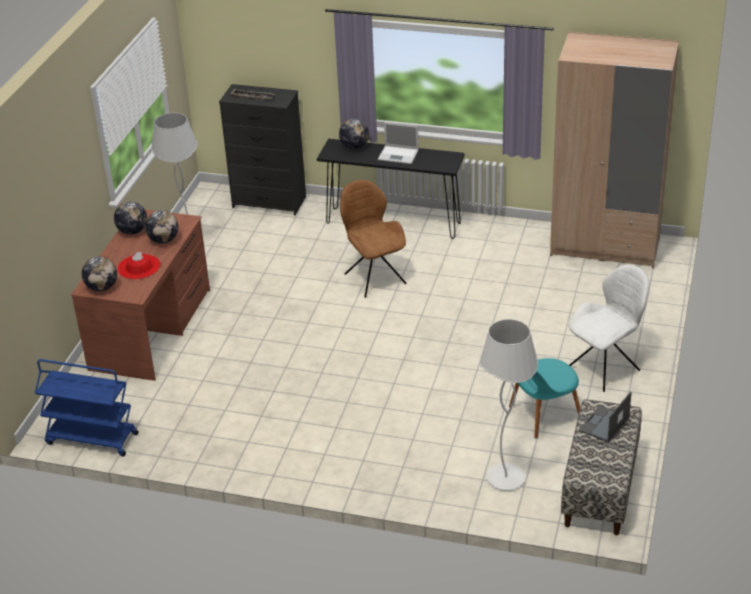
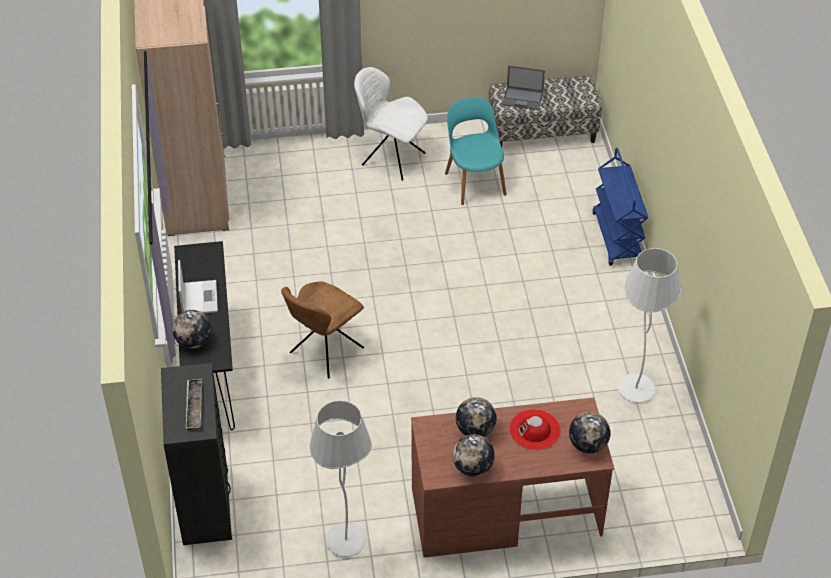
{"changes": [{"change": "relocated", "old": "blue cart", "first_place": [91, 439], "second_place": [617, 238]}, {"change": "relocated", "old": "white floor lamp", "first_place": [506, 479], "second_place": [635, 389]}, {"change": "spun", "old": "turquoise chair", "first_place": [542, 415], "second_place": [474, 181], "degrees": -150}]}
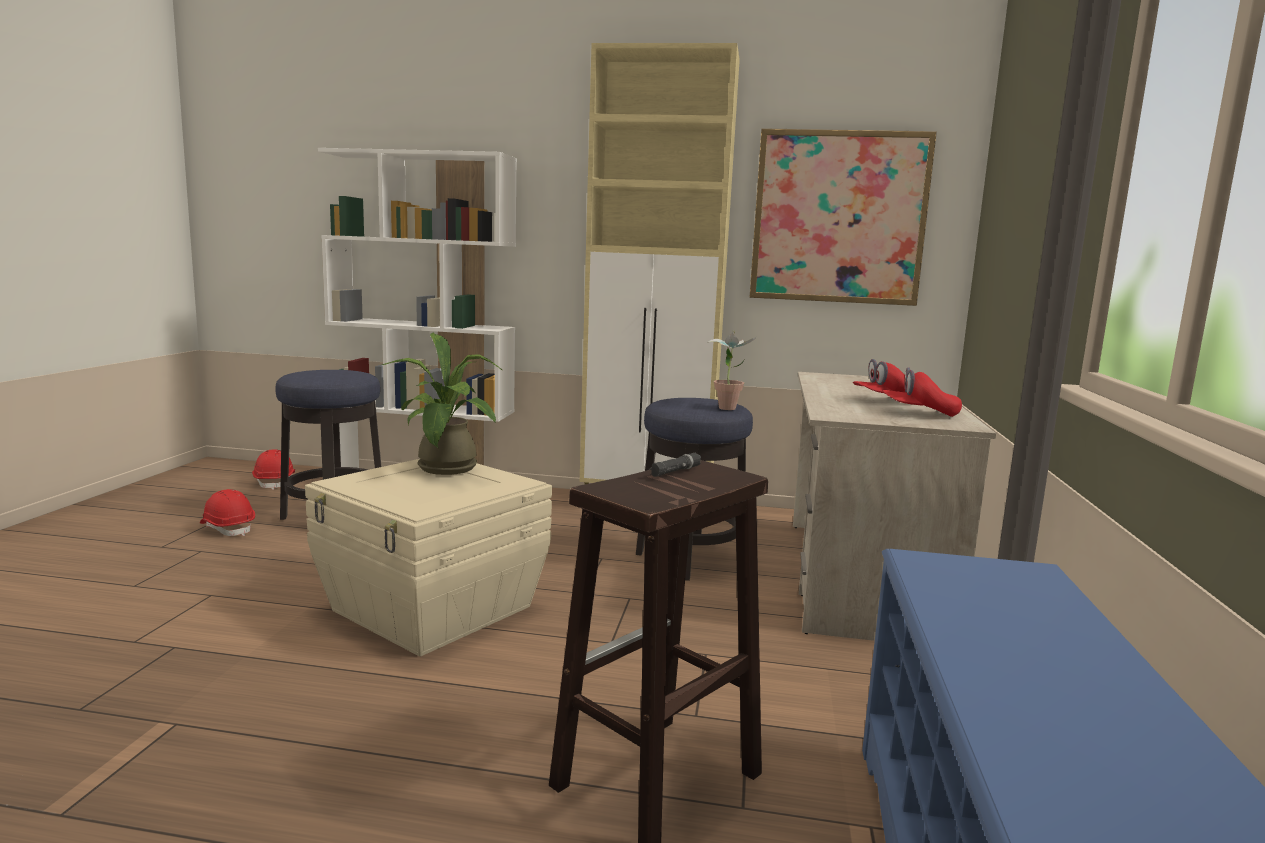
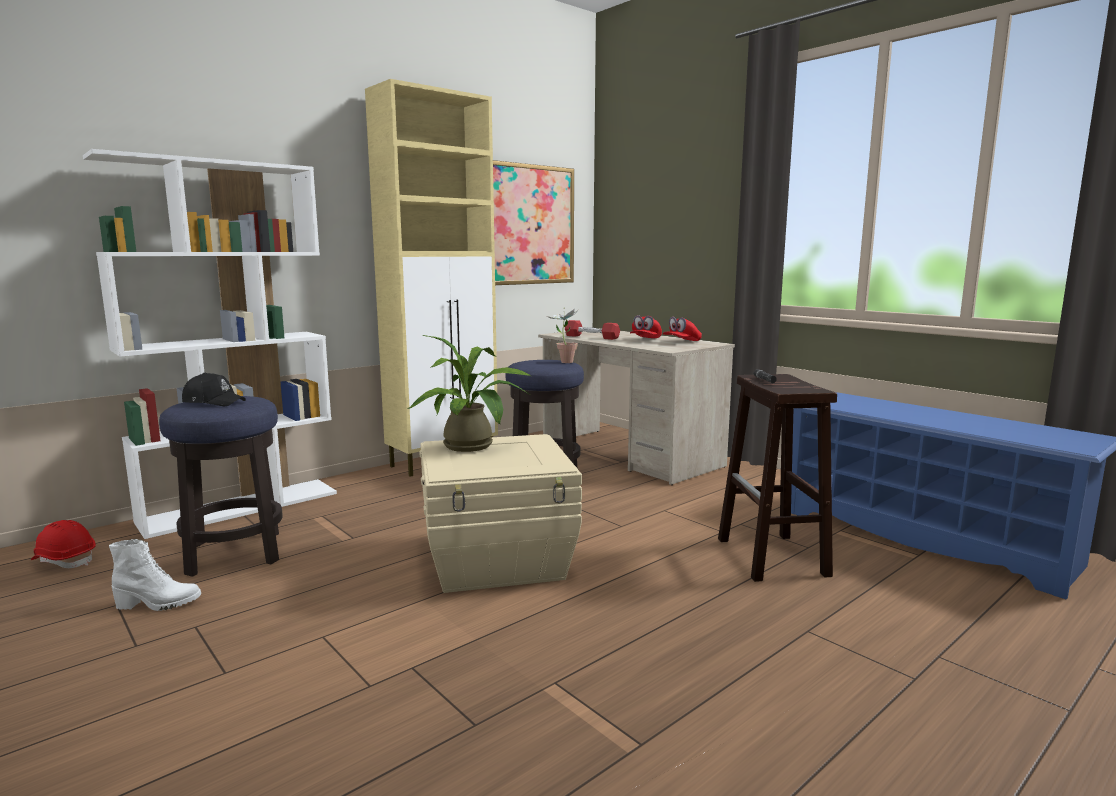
{"changes": [{"change": "appeared", "new": "black cap", "second_place": [214, 402]}, {"change": "appeared", "new": "red dumbbell", "second_place": [591, 337]}, {"change": "exchanged", "old": "red hard hat", "new": "white boot", "first_place": [228, 528], "second_place": [158, 604]}]}
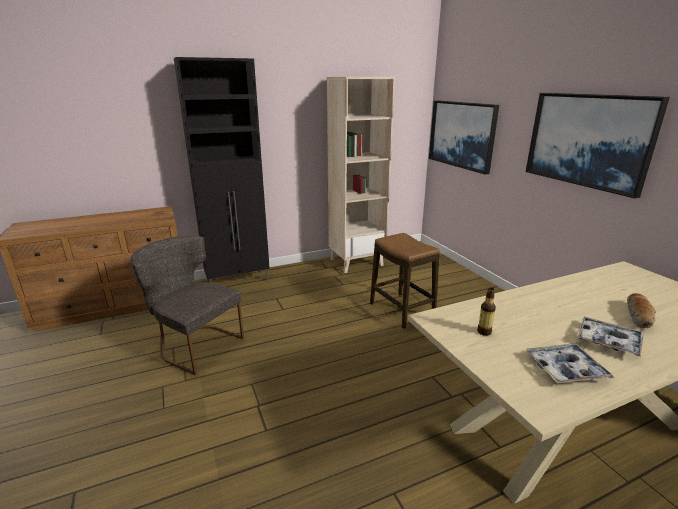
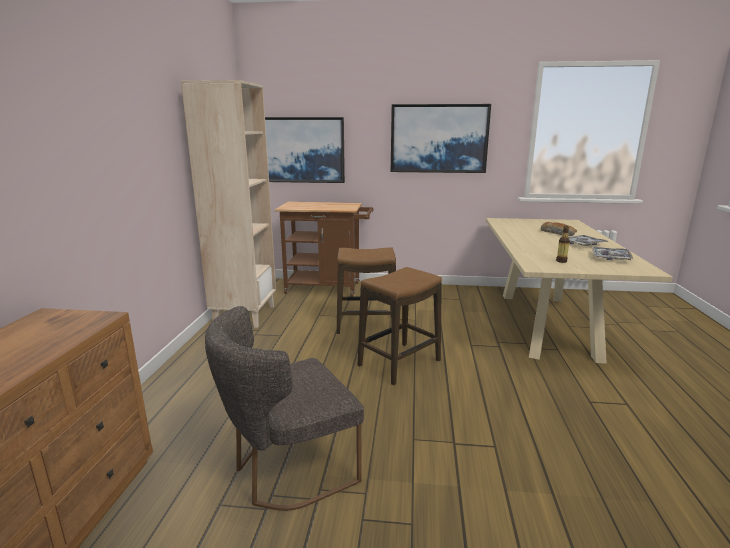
{"changes": [{"change": "missing", "old": "black cabinet", "first_place": [238, 280]}, {"change": "appeared", "new": "brown cart", "second_place": [328, 288]}, {"change": "appeared", "new": "stool", "second_place": [399, 363]}]}
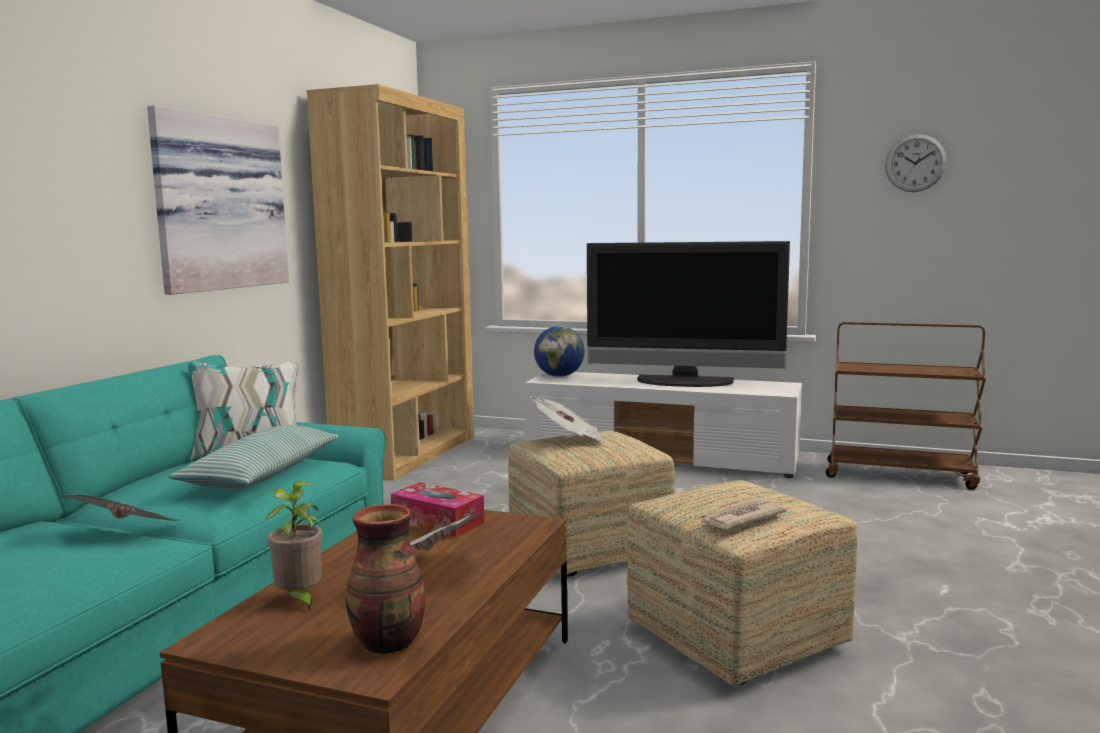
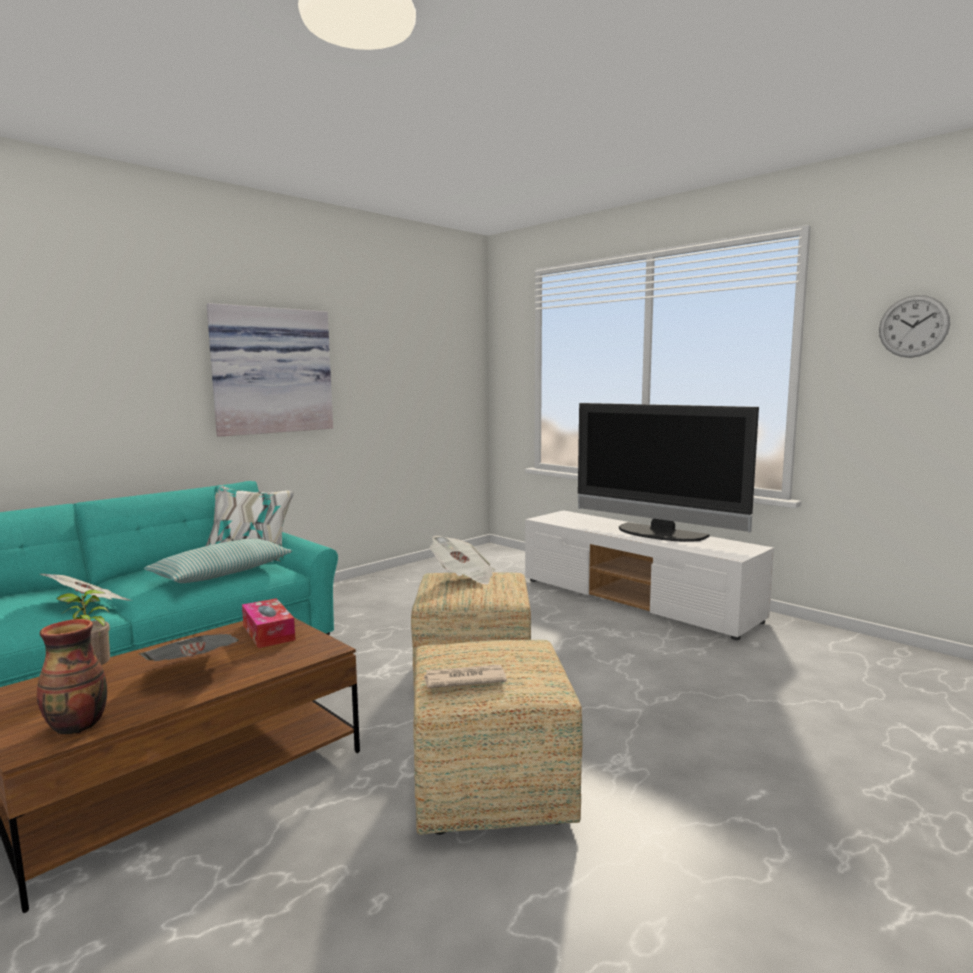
{"changes": [{"change": "missing", "old": "brown bookcase", "first_place": [408, 454]}, {"change": "missing", "old": "globe", "first_place": [559, 376]}, {"change": "missing", "old": "brown cart", "first_place": [900, 475]}]}
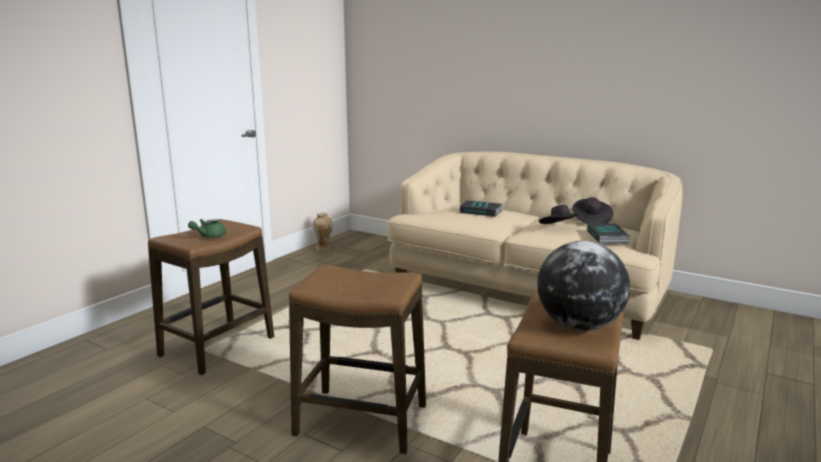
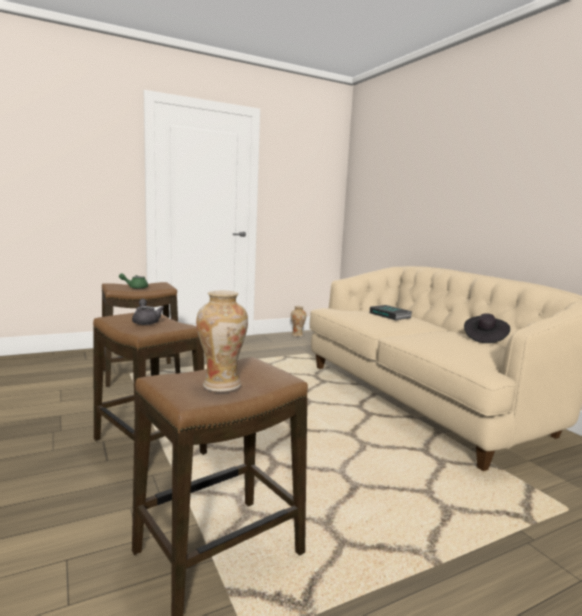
{"changes": [{"change": "missing", "old": "black hat", "first_place": [559, 228]}, {"change": "missing", "old": "book", "first_place": [608, 237]}, {"change": "appeared", "new": "grey teapot", "second_place": [146, 321]}, {"change": "exchanged", "old": "globe", "new": "vase", "first_place": [579, 326], "second_place": [221, 385]}]}
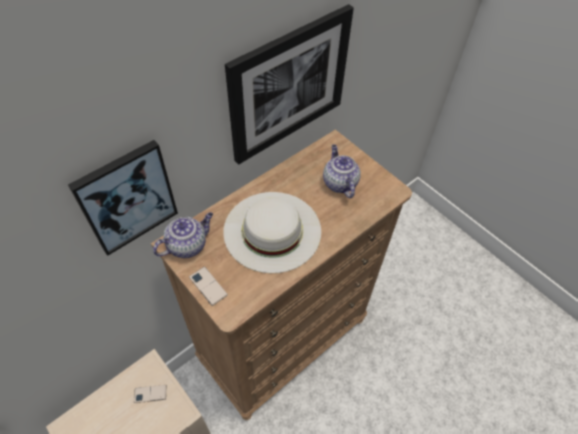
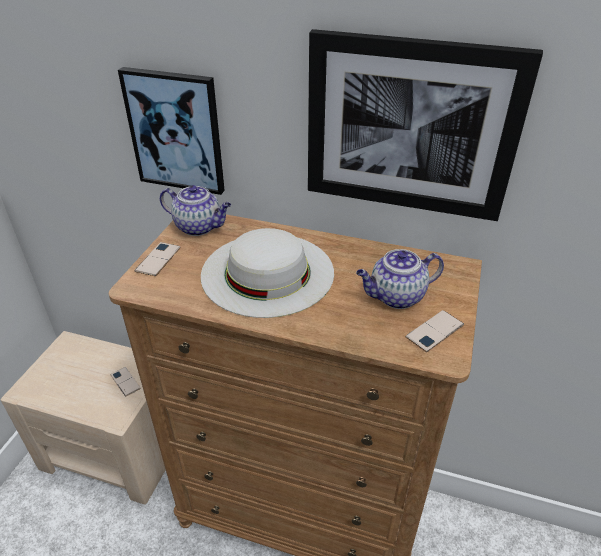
{"changes": [{"change": "appeared", "new": "phone", "second_place": [434, 331]}, {"change": "spun", "old": "teapot", "first_place": [339, 183], "second_place": [396, 297], "degrees": -150}]}
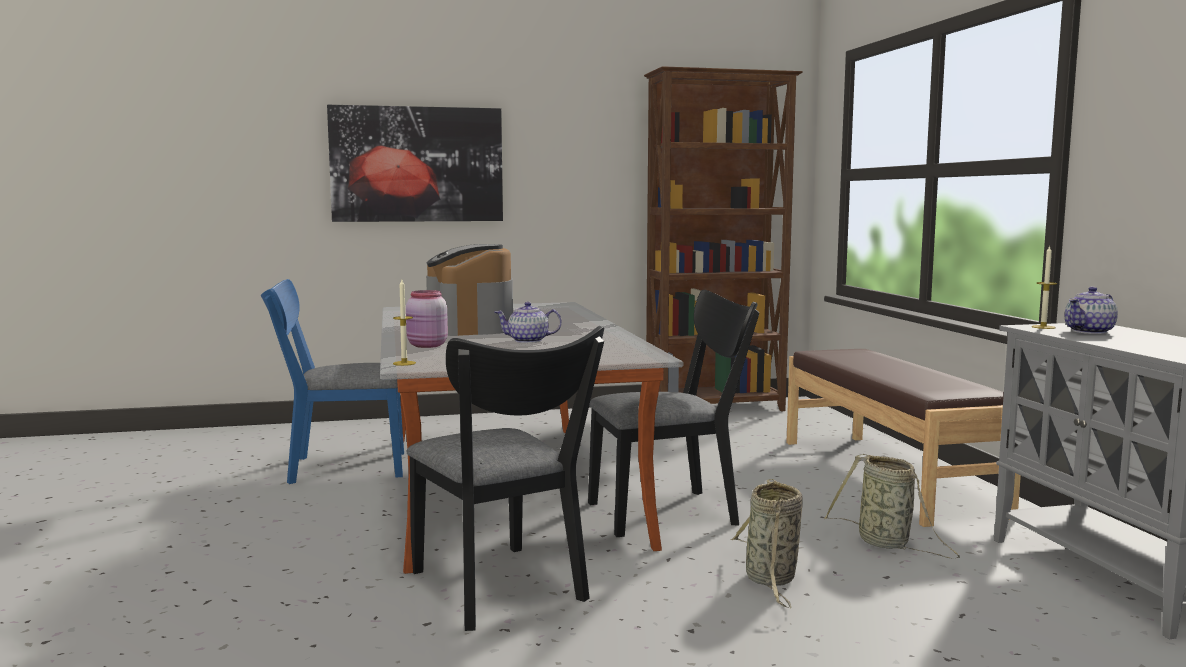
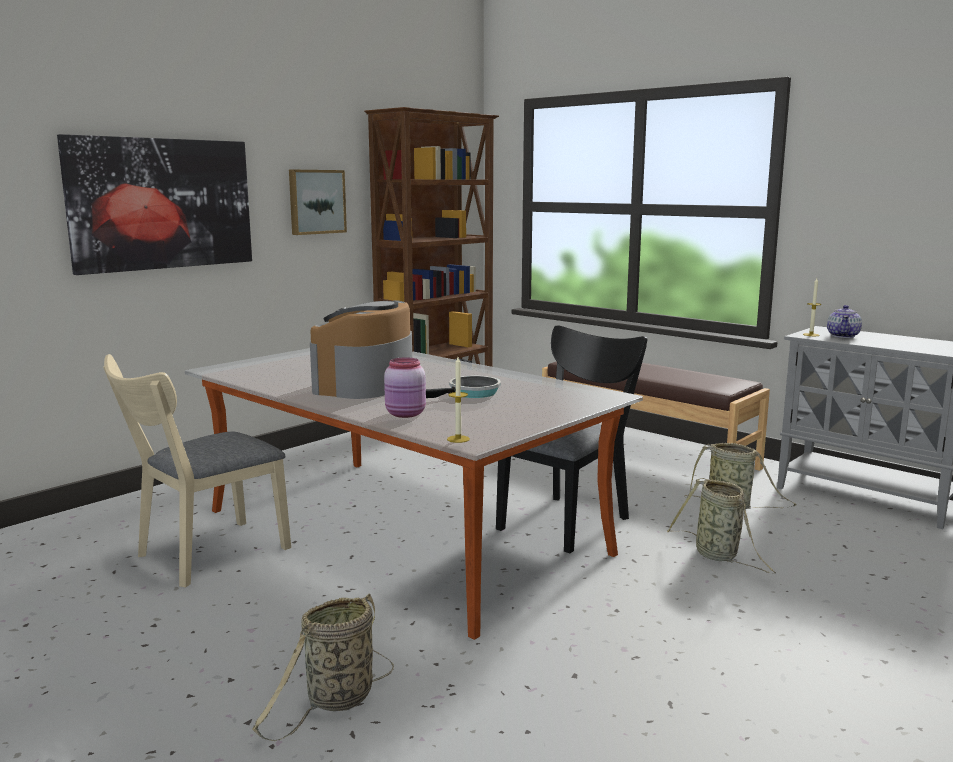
{"changes": [{"change": "missing", "old": "black chair", "first_place": [502, 591]}, {"change": "appeared", "new": "basket", "second_place": [336, 701]}, {"change": "appeared", "new": "picture", "second_place": [316, 201]}, {"change": "exchanged", "old": "teapot", "new": "frying pan", "first_place": [528, 341], "second_place": [470, 393]}, {"change": "colour", "old": "blue chair", "new": "beige chair", "first_place": [337, 467], "second_place": [204, 555]}, {"change": "spun", "old": "coffee machine", "first_place": [470, 327], "second_place": [366, 384], "degrees": 75}]}
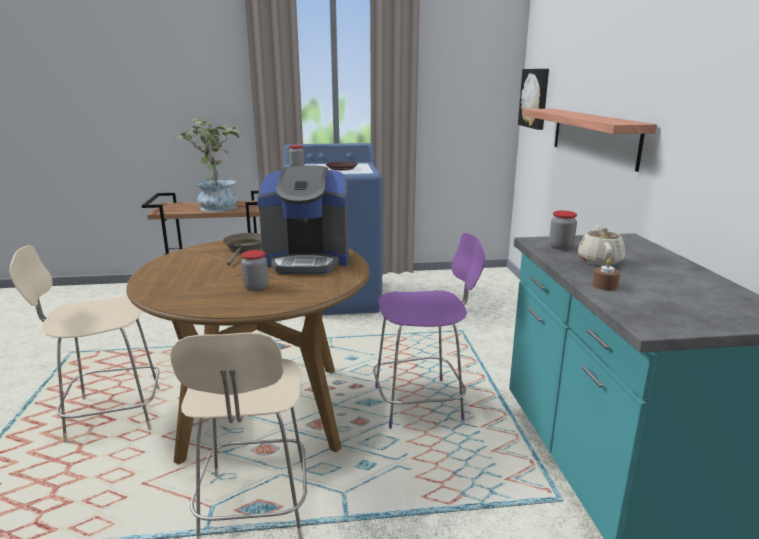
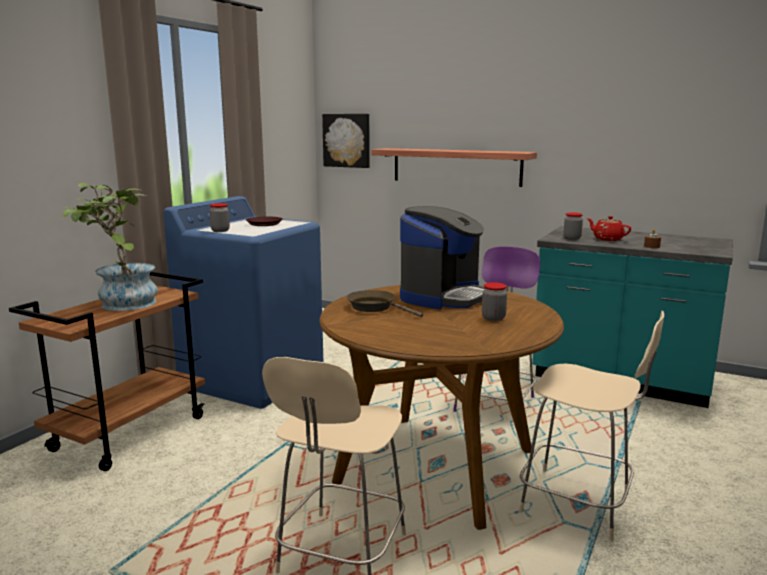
{"changes": [{"change": "colour", "old": "beige teapot", "new": "red teapot", "first_place": [599, 260], "second_place": [607, 239]}]}
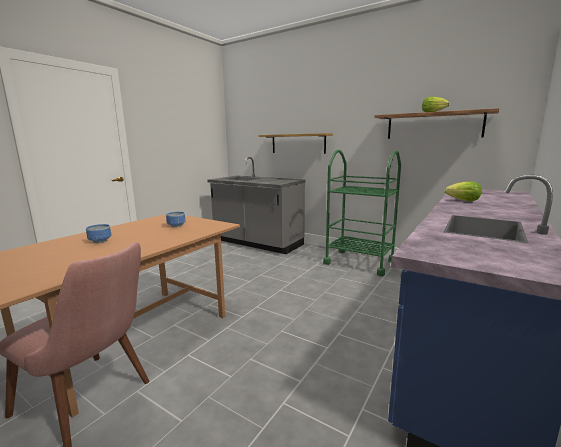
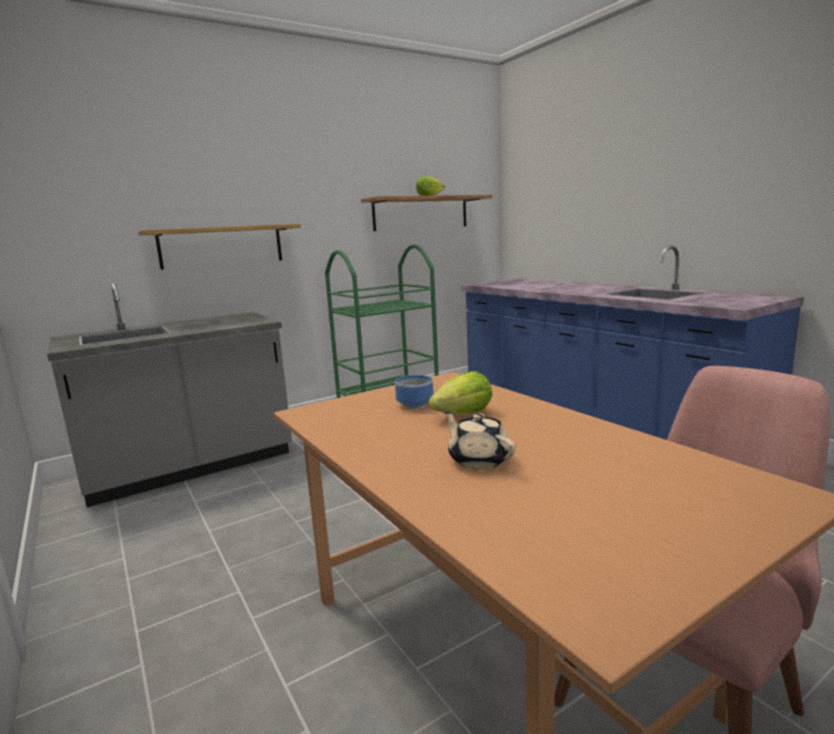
{"changes": [{"change": "relocated", "old": "lettuce", "first_place": [463, 200], "second_place": [464, 414]}, {"change": "exchanged", "old": "bowl", "new": "beige teapot", "first_place": [100, 240], "second_place": [478, 460]}]}
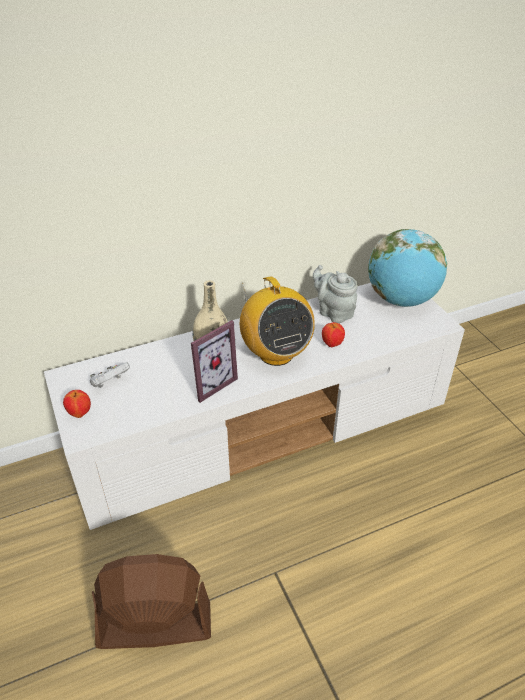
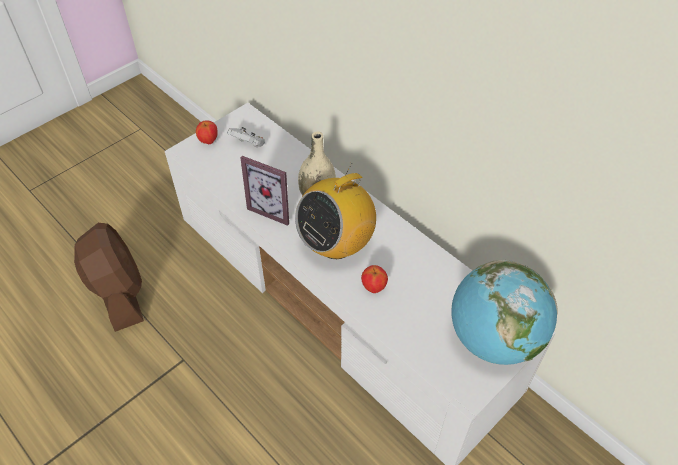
{"changes": [{"change": "missing", "old": "grey teapot", "first_place": [333, 312]}]}
